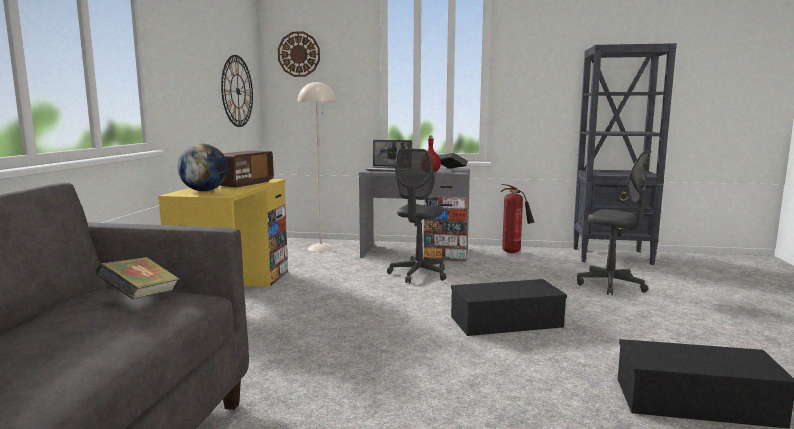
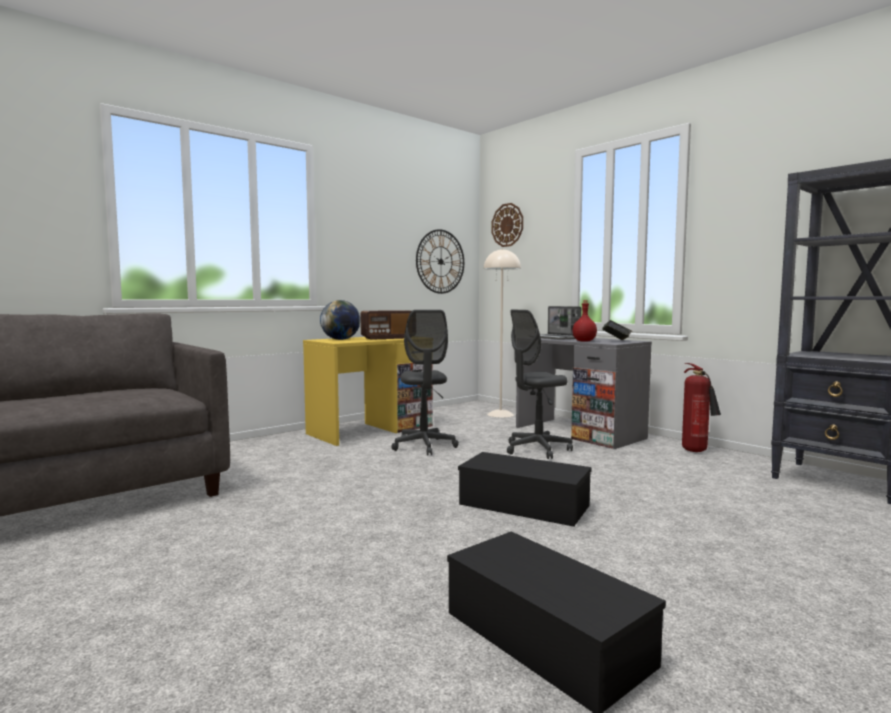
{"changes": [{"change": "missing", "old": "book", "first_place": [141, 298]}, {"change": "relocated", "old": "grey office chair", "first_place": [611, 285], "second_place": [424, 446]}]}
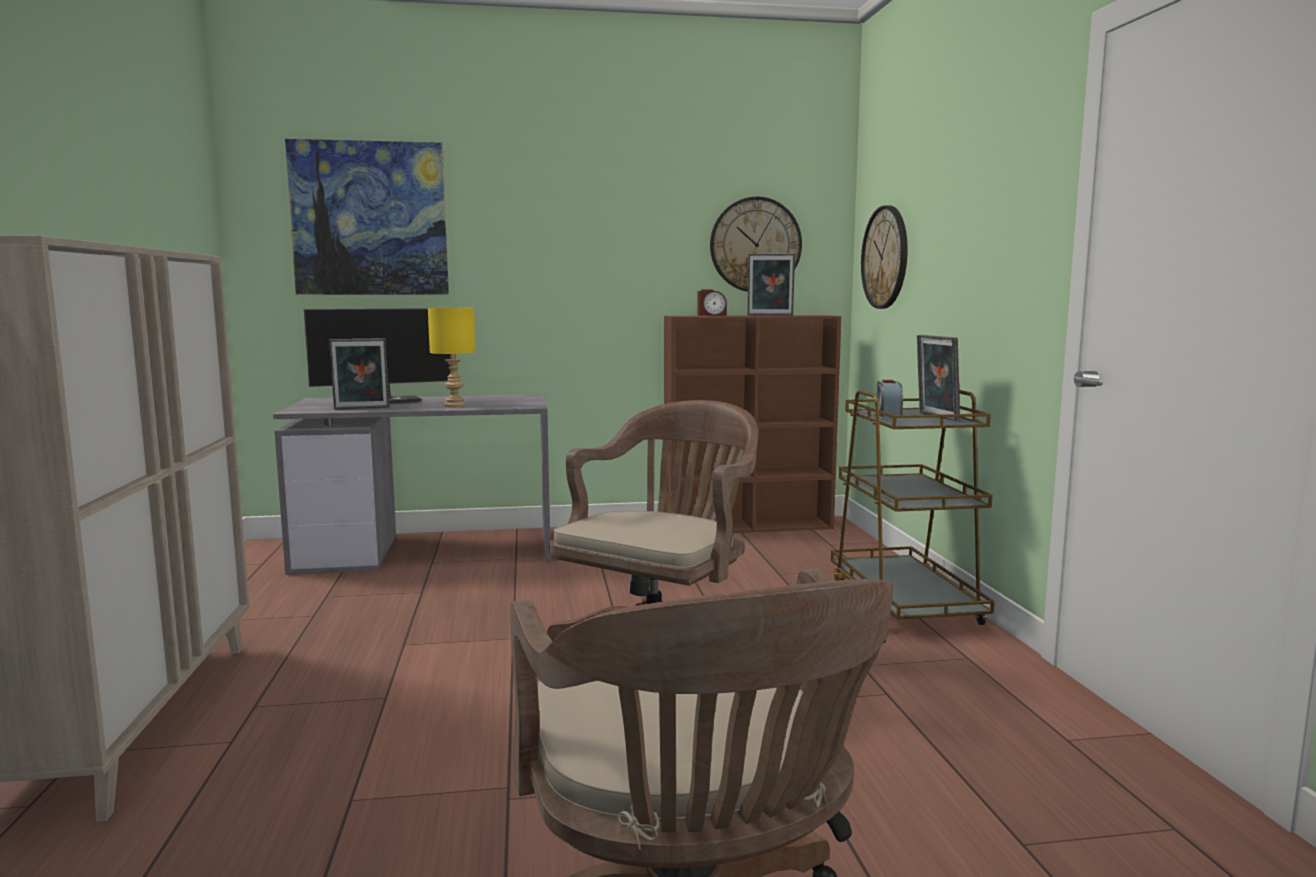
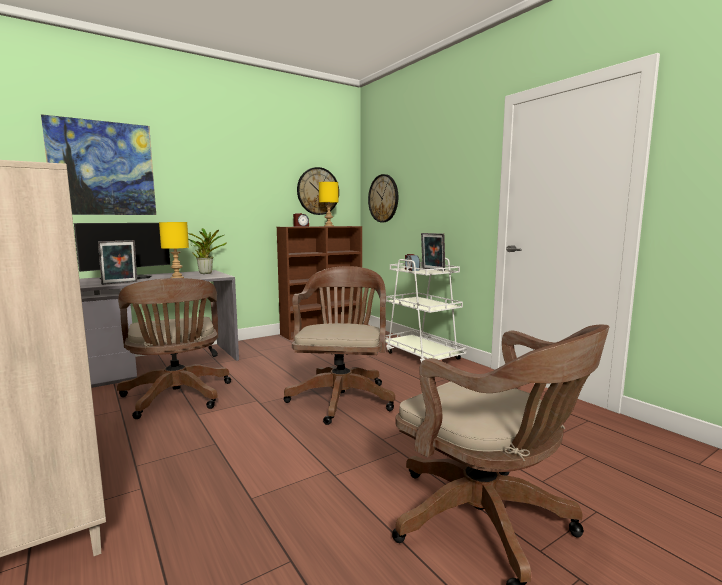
{"changes": [{"change": "appeared", "new": "brown office chair", "second_place": [177, 398]}, {"change": "appeared", "new": "potted plant", "second_place": [206, 273]}, {"change": "exchanged", "old": "picture frame", "new": "yellow table lamp", "first_place": [770, 315], "second_place": [329, 226]}, {"change": "colour", "old": "brown cart", "new": "white cart", "first_place": [904, 604], "second_place": [421, 355]}]}
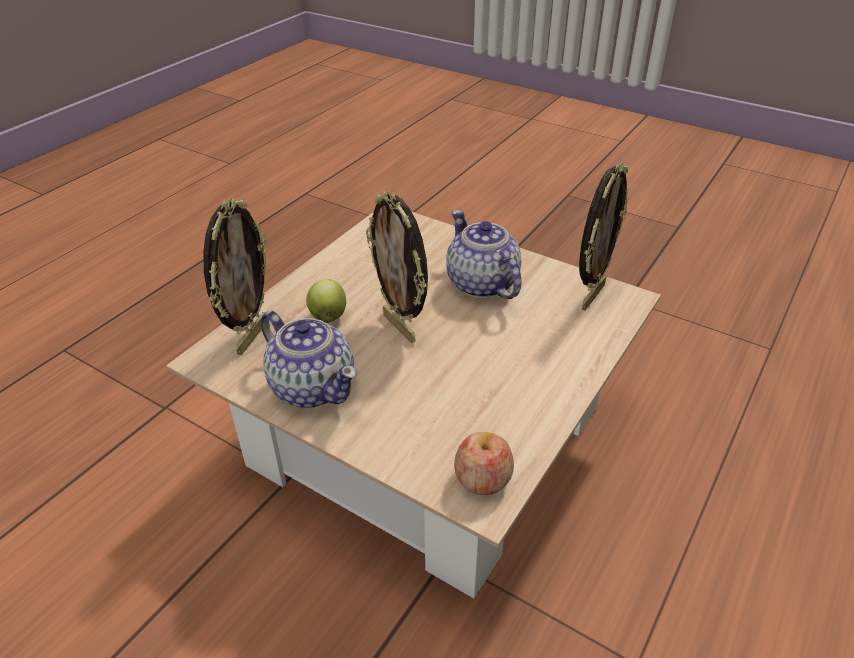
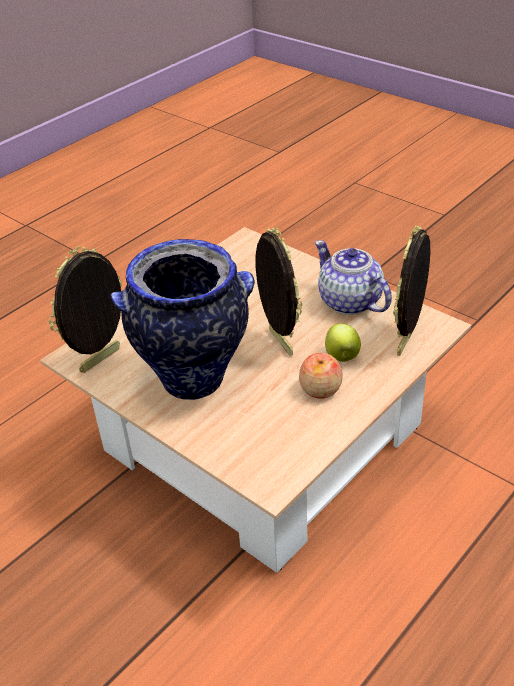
{"changes": [{"change": "relocated", "old": "apple", "first_place": [483, 478], "second_place": [320, 389]}, {"change": "exchanged", "old": "teapot", "new": "vase", "first_place": [482, 284], "second_place": [195, 379]}]}
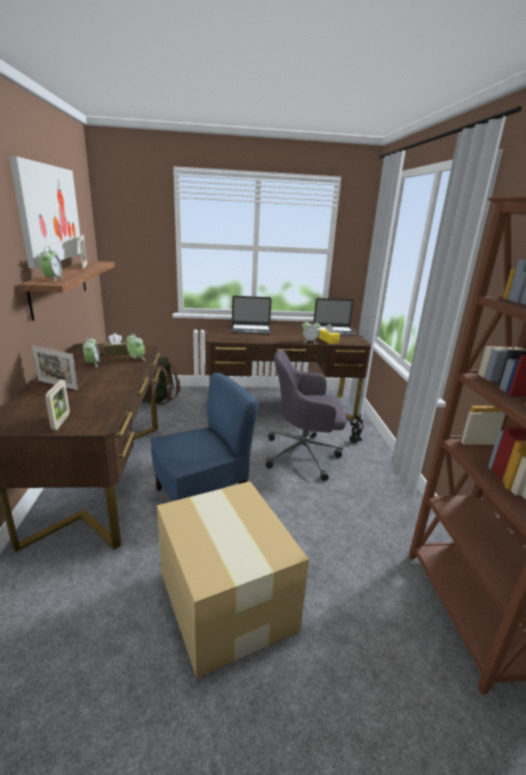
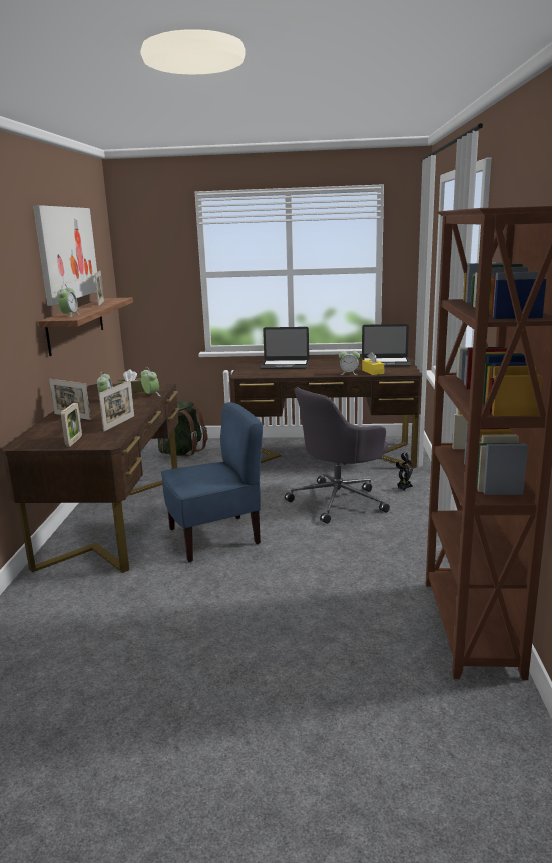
{"changes": [{"change": "missing", "old": "cardboard box", "first_place": [226, 598]}, {"change": "appeared", "new": "picture frame", "second_place": [119, 423]}, {"change": "spun", "old": "grey office chair", "first_place": [304, 455], "second_place": [339, 501], "degrees": -45}]}
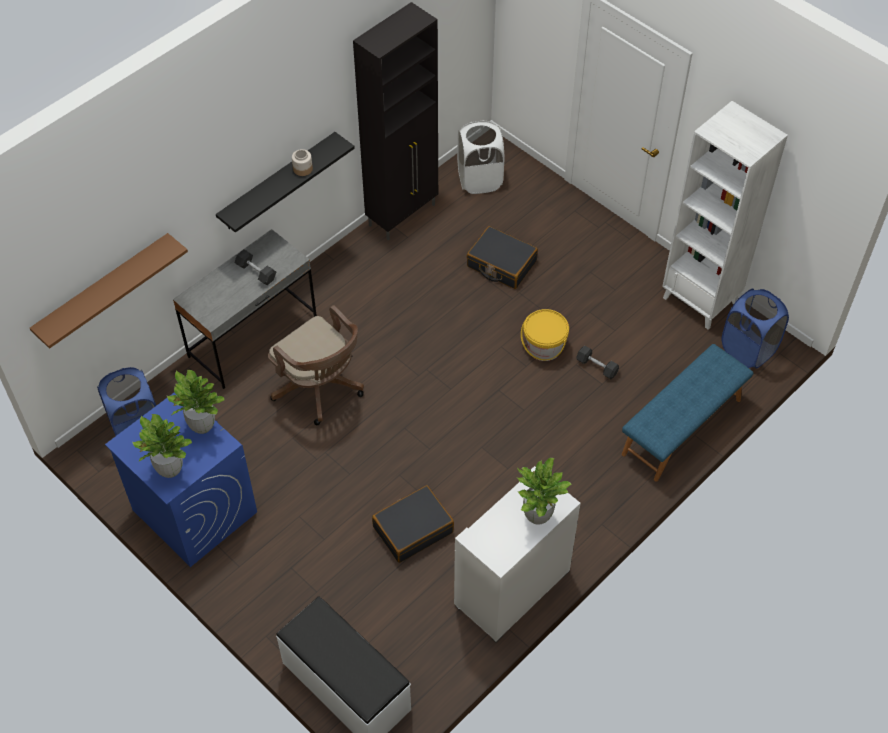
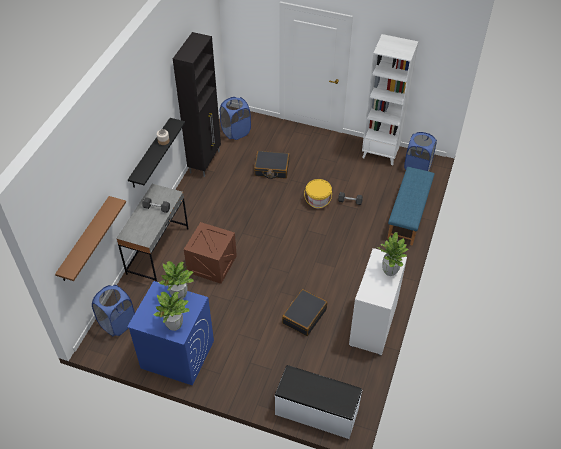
{"changes": [{"change": "exchanged", "old": "brown office chair", "new": "crate", "first_place": [320, 389], "second_place": [212, 264]}, {"change": "colour", "old": "white laundry basket", "new": "blue laundry basket", "first_place": [479, 180], "second_place": [236, 132]}]}
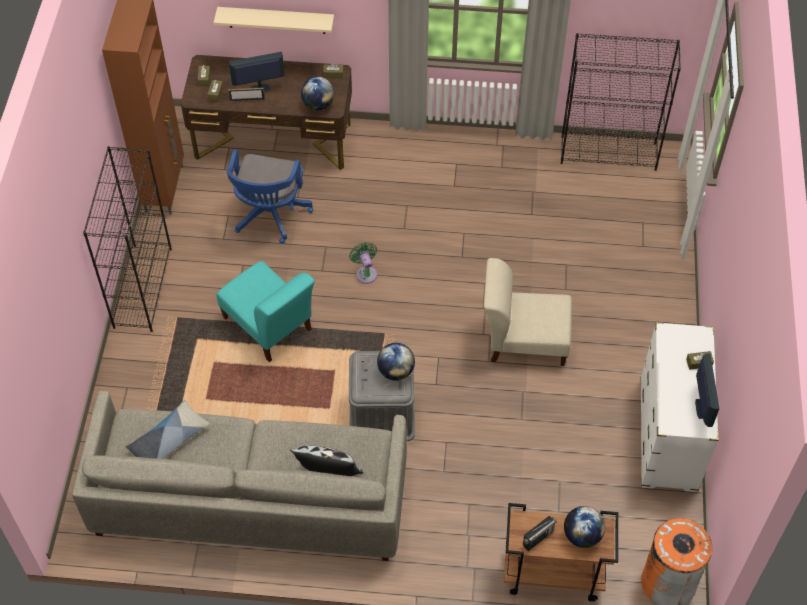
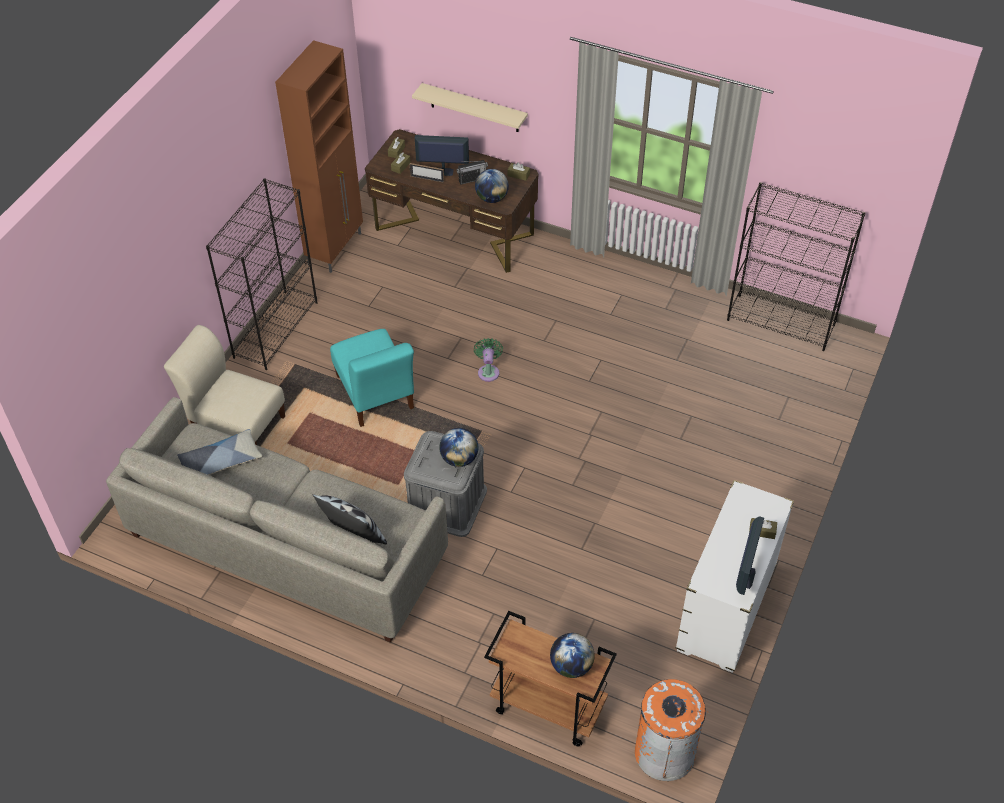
{"changes": [{"change": "missing", "old": "blue office chair", "first_place": [269, 216]}, {"change": "relocated", "old": "beige chair", "first_place": [524, 340], "second_place": [236, 422]}, {"change": "relocated", "old": "radio", "first_place": [537, 538], "second_place": [472, 179]}]}
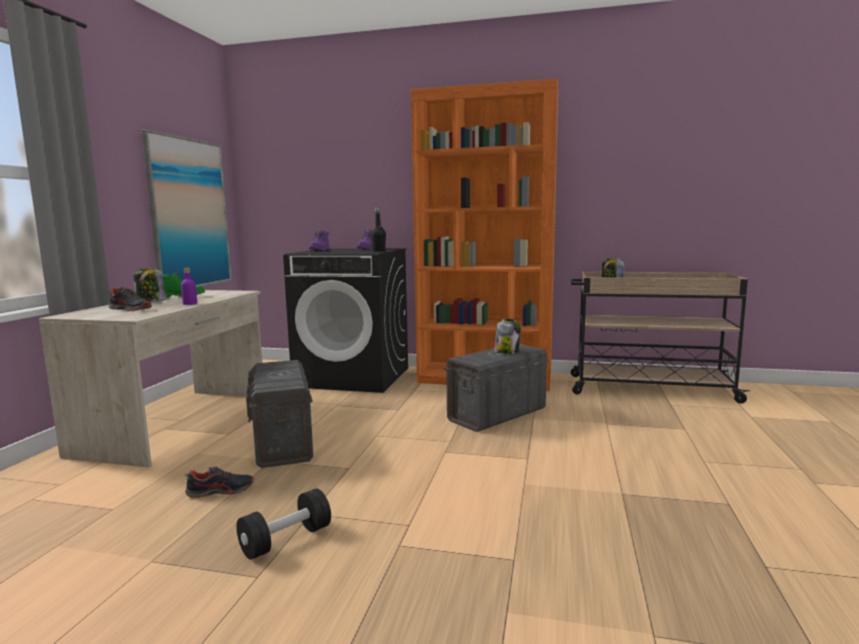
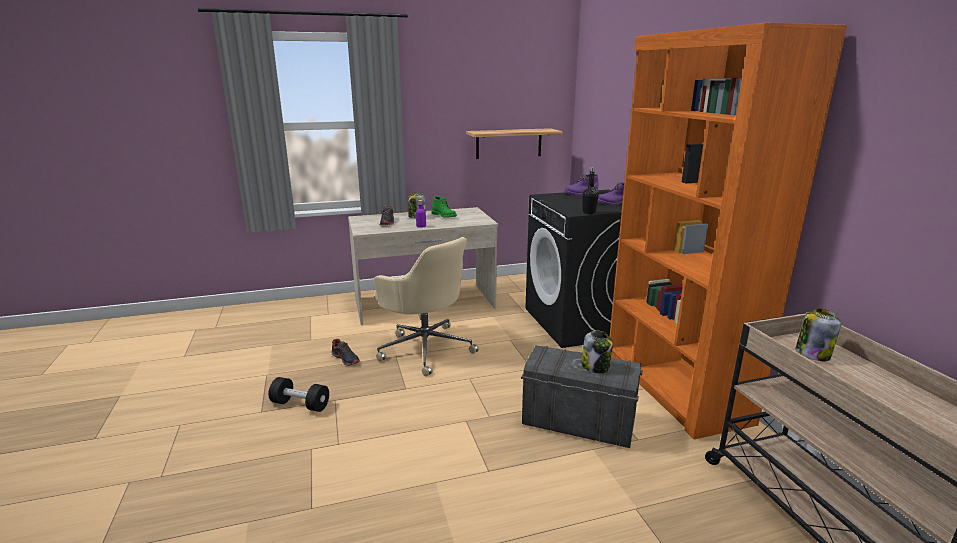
{"changes": [{"change": "exchanged", "old": "picture", "new": "shelf", "first_place": [189, 214], "second_place": [509, 143]}, {"change": "exchanged", "old": "grey storage box", "new": "beige office chair", "first_place": [282, 442], "second_place": [425, 348]}]}
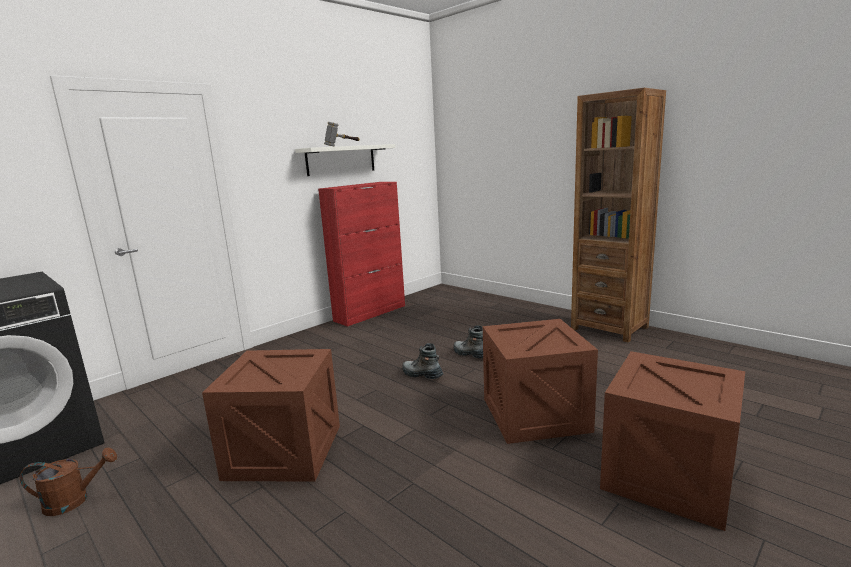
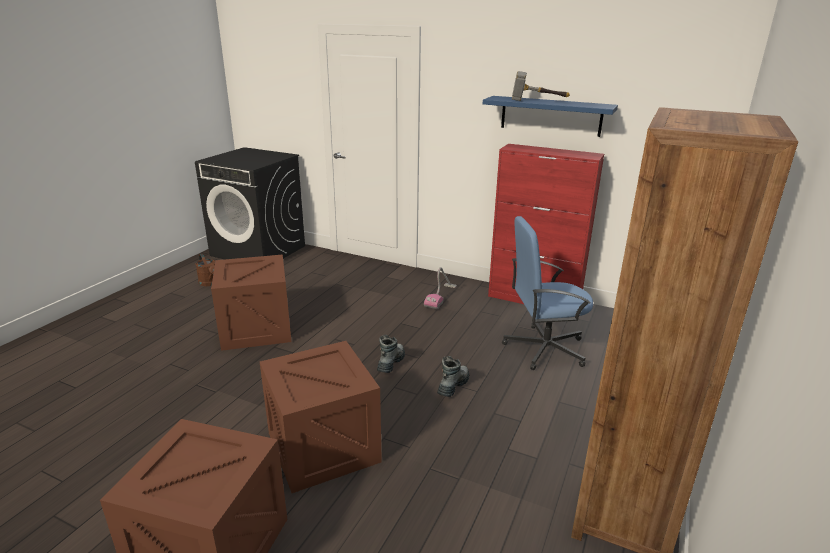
{"changes": [{"change": "appeared", "new": "vacuum cleaner", "second_place": [441, 296]}, {"change": "appeared", "new": "blue office chair", "second_place": [543, 348]}, {"change": "colour", "old": "white shelf", "new": "blue shelf", "first_place": [341, 160], "second_place": [550, 116]}]}
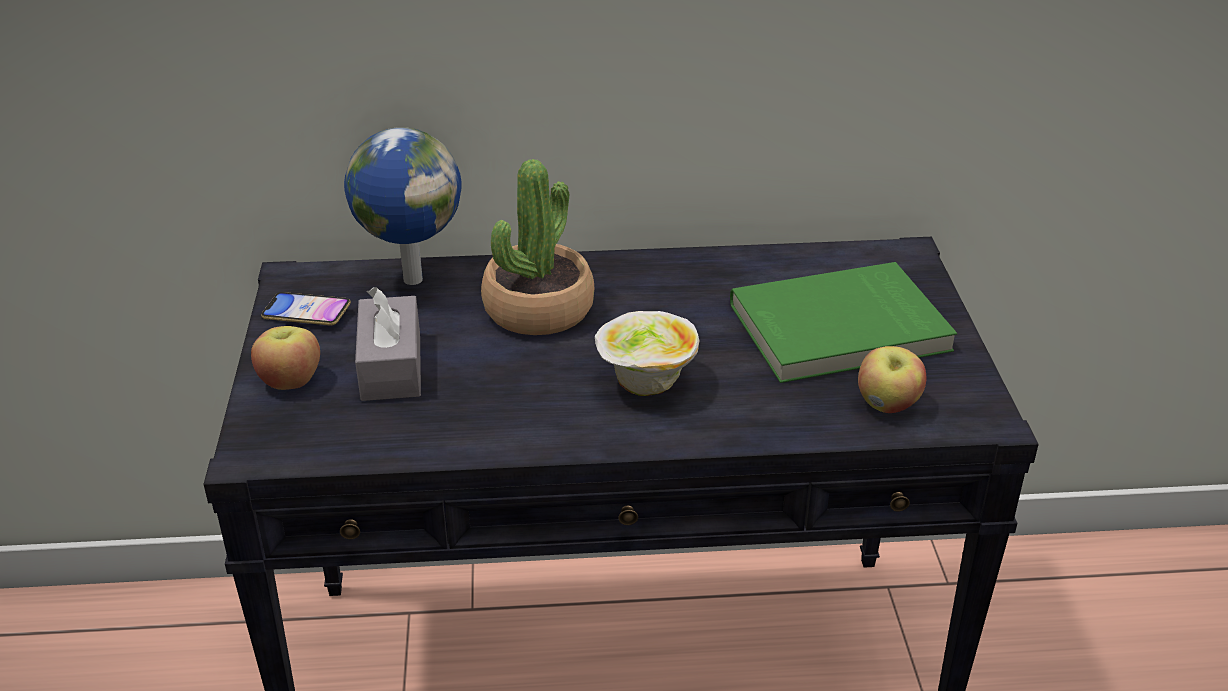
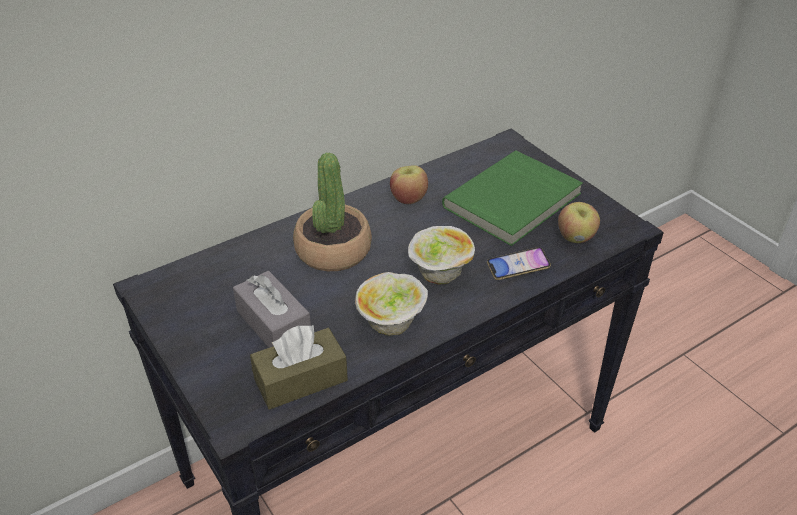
{"changes": [{"change": "missing", "old": "globe", "first_place": [411, 279]}, {"change": "appeared", "new": "brown tissue box", "second_place": [301, 379]}, {"change": "appeared", "new": "bowl", "second_place": [392, 325]}, {"change": "relocated", "old": "apple", "first_place": [290, 380], "second_place": [408, 198]}, {"change": "relocated", "old": "phone", "first_place": [306, 314], "second_place": [518, 267]}]}
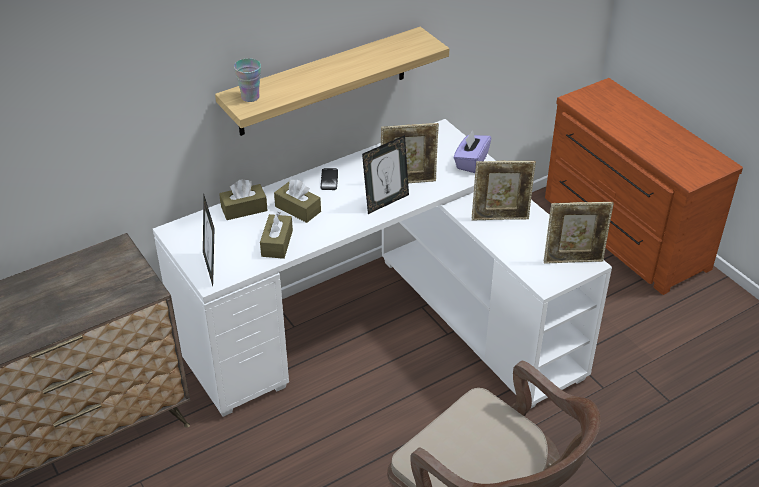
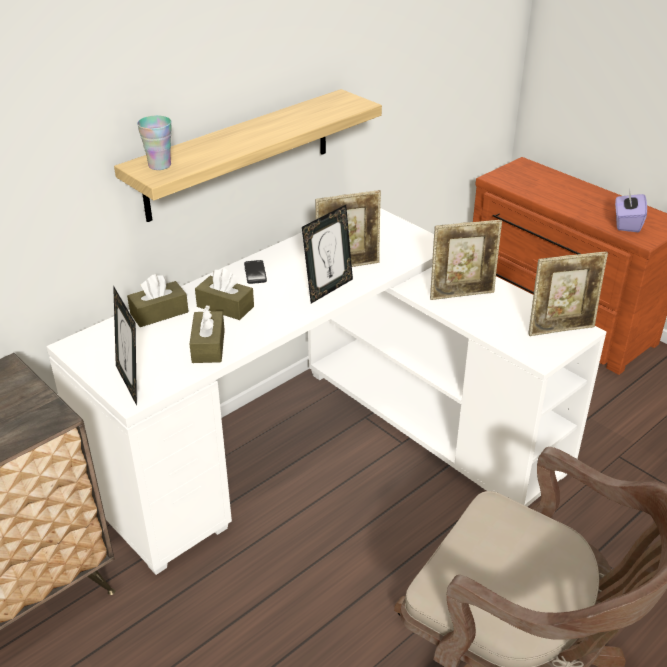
{"changes": [{"change": "relocated", "old": "purple tissue box", "first_place": [471, 162], "second_place": [626, 223]}]}
